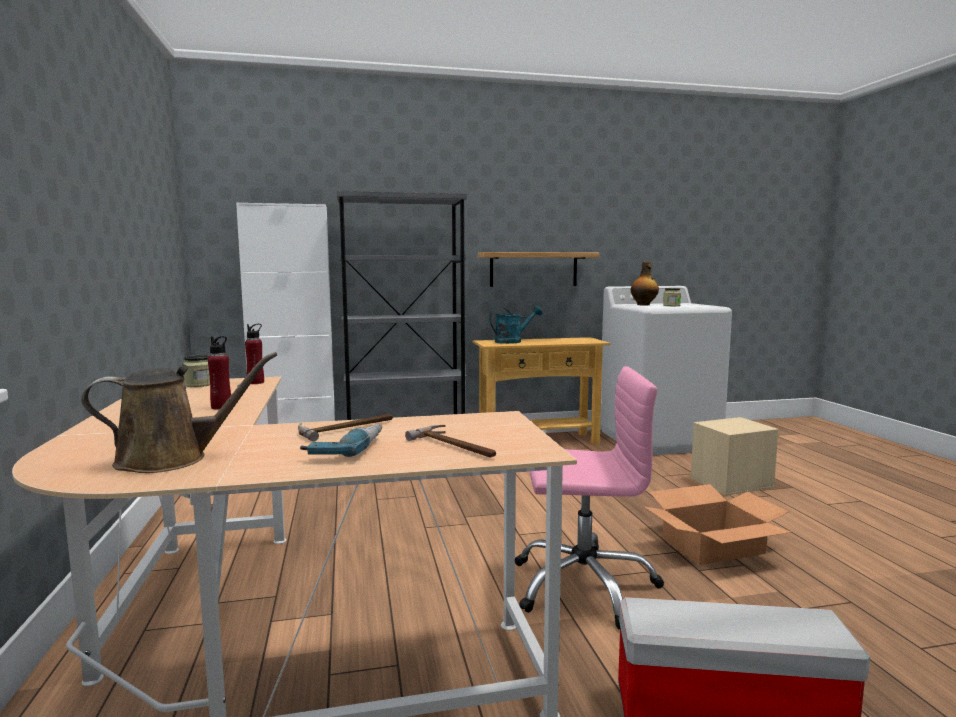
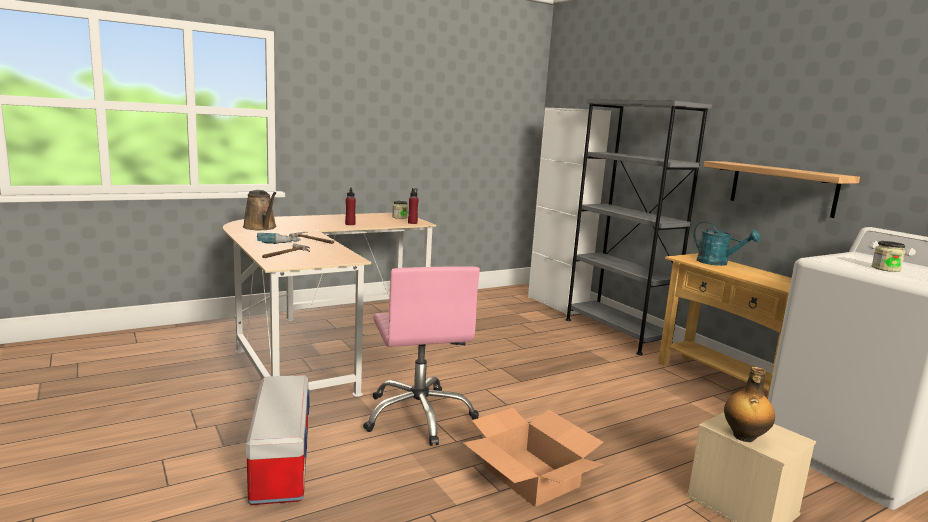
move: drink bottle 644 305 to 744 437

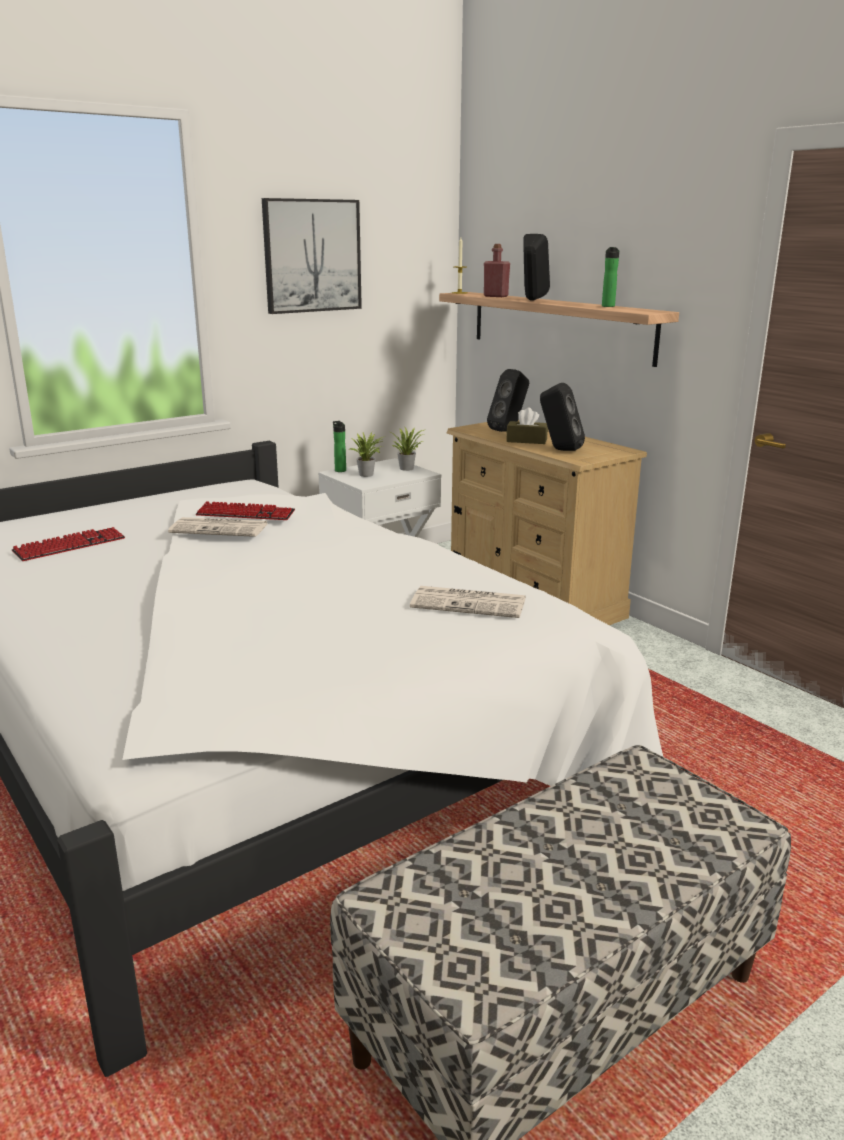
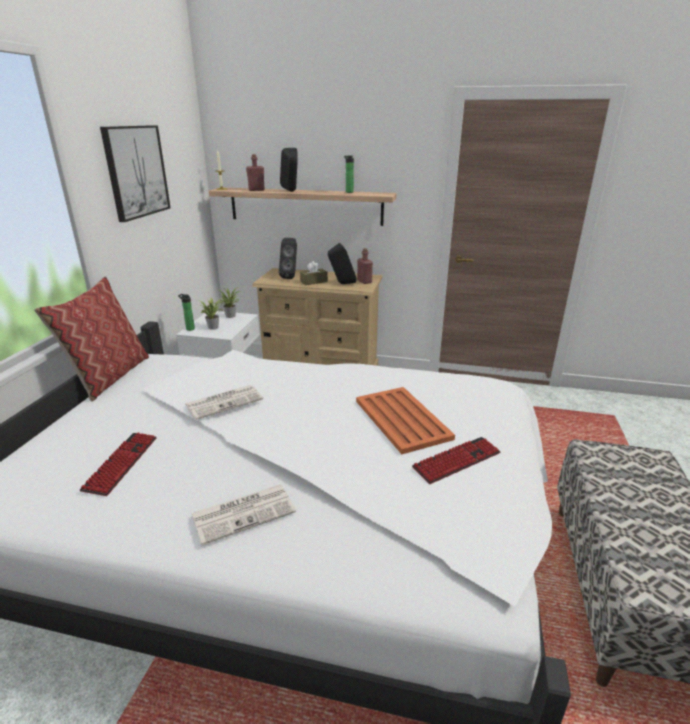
insert: drink bottle (reddish) 364 281; pillow 109 376; tray (orange-coloured) 402 419
move: keyboard 245 514 to 457 461; daily paper 470 603 to 244 512

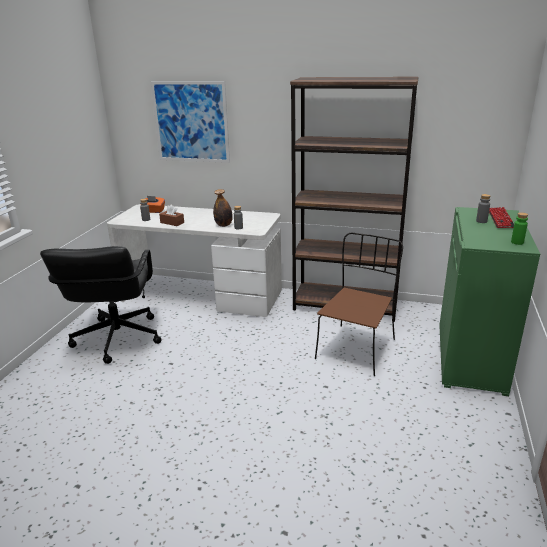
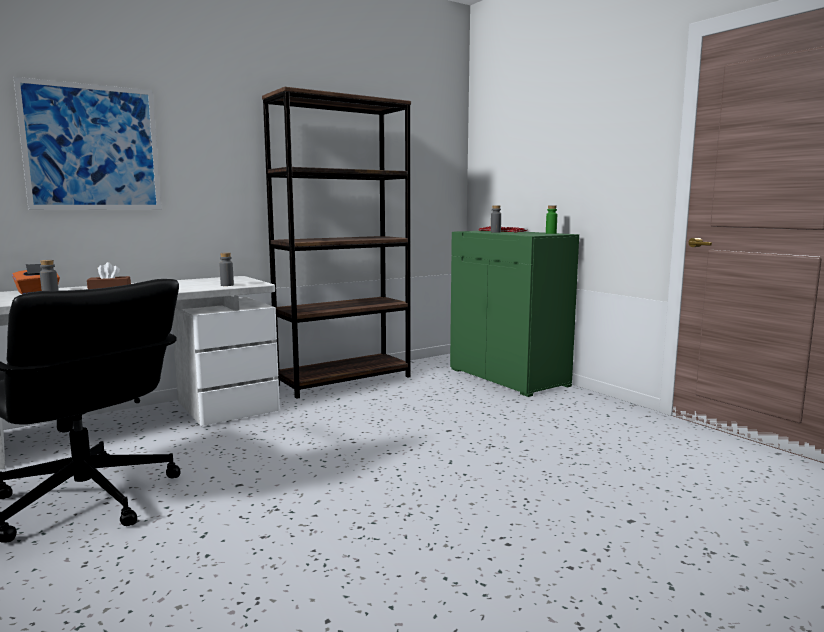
delete: drink bottle 223 225; plain chair (brownish) 356 348

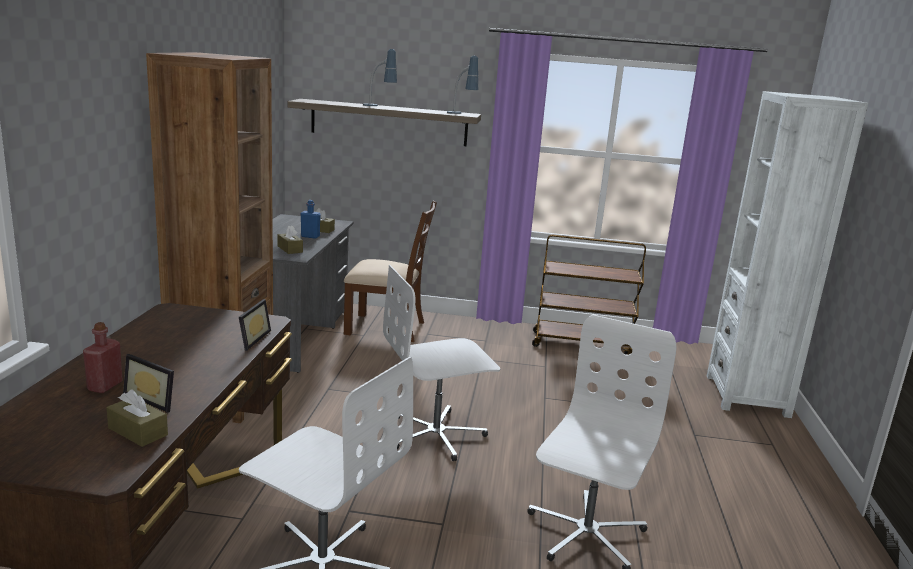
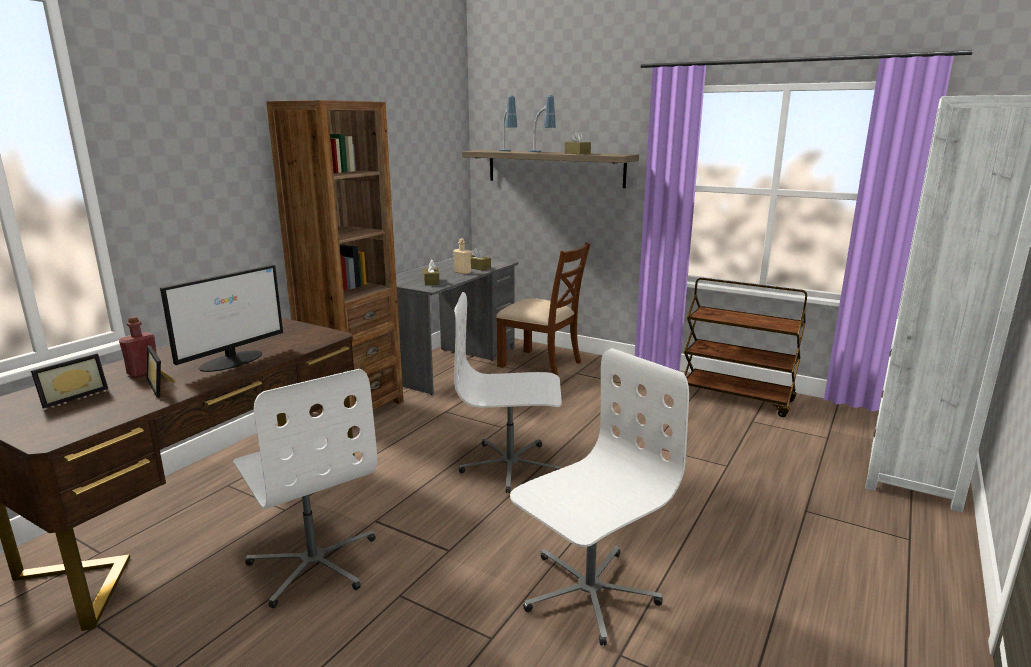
insert: computer screen 232 360
move: tabletop lamp 461 114 to 507 151; photo frame 250 339 to 72 396; tissue holder (brownish) 138 431 to 577 153
recolor: drink bottle (blue) 310 236 to drink bottle (beige-coloured) 462 272

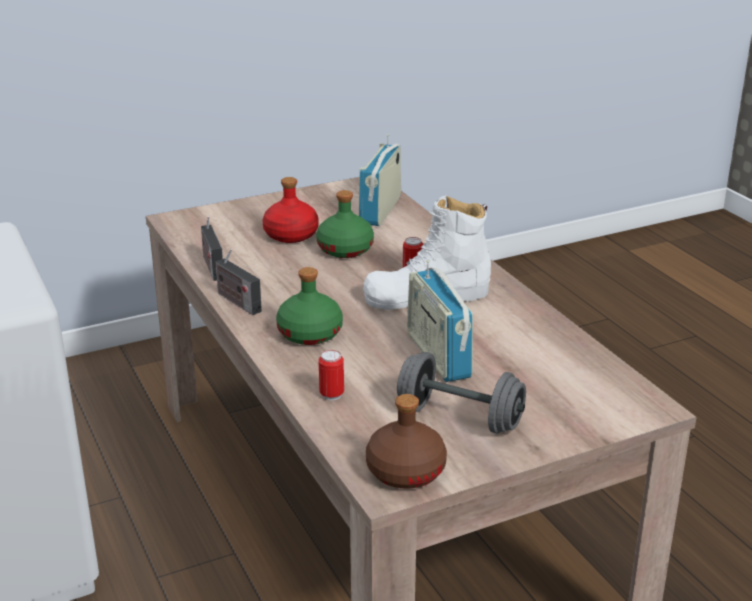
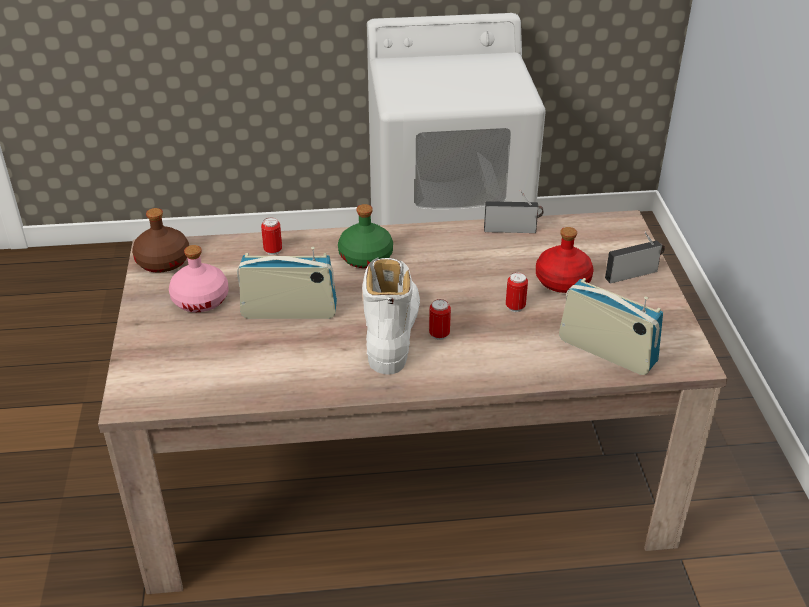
move: radio set 236 301 to 633 274
replace: drink bottle (greenish) 345 249 to can 515 307; free weight (gray) 460 417 to drink bottle (pinkish) 200 299

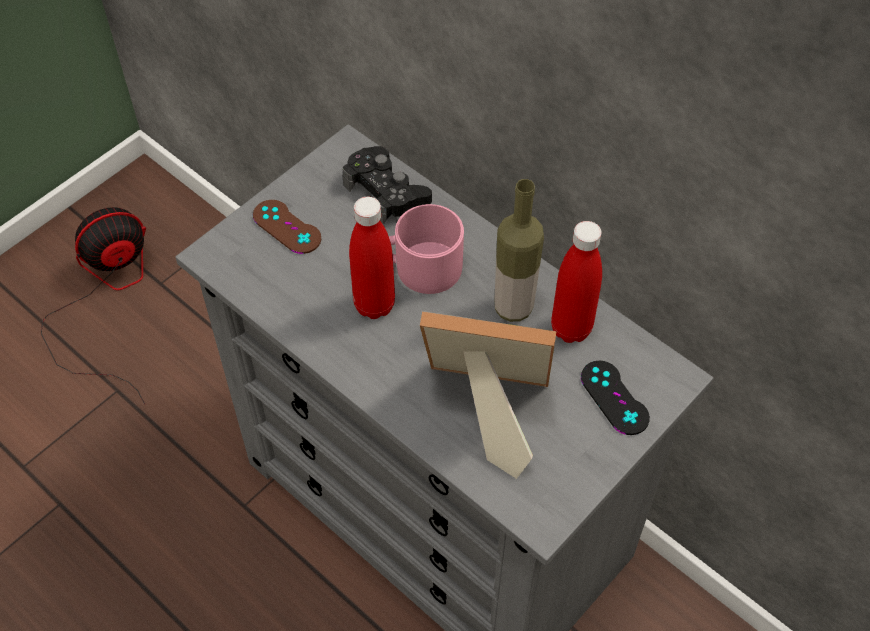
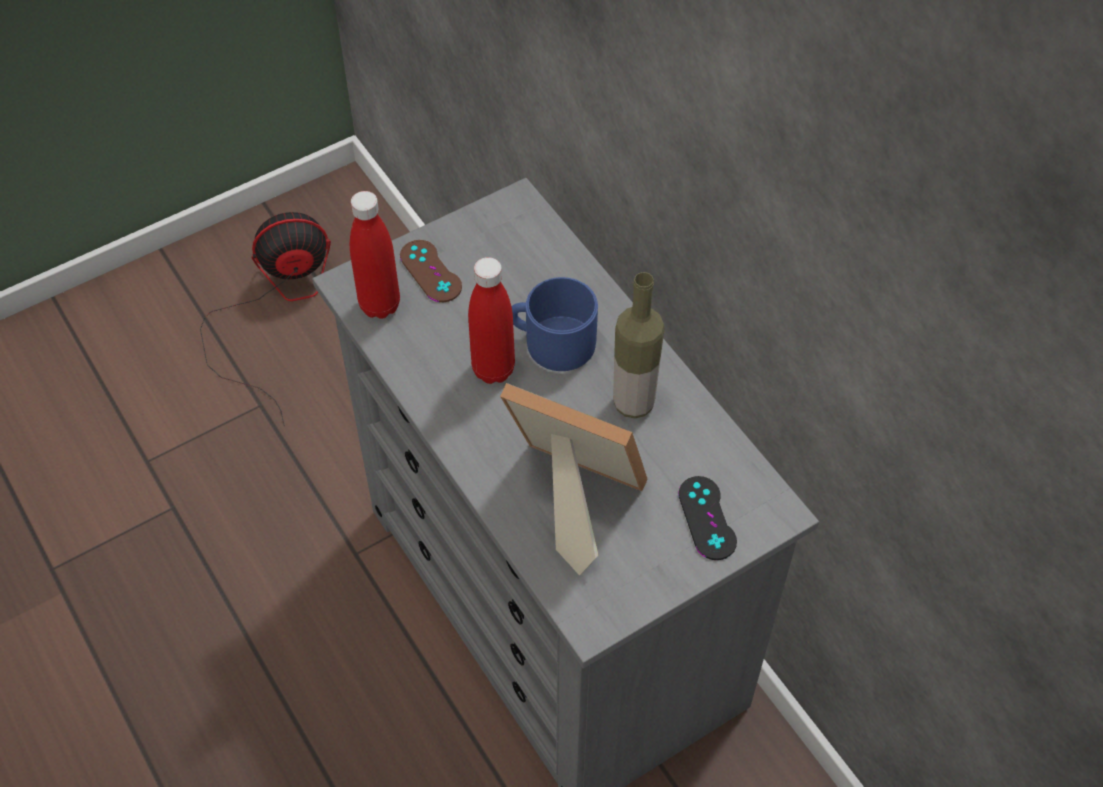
delete: gamepad (blackish) 386 191
move: drink bottle (reddish) 571 328 to 380 305
recolor: mug (pinkish) 420 267 to mug (blue) 552 341

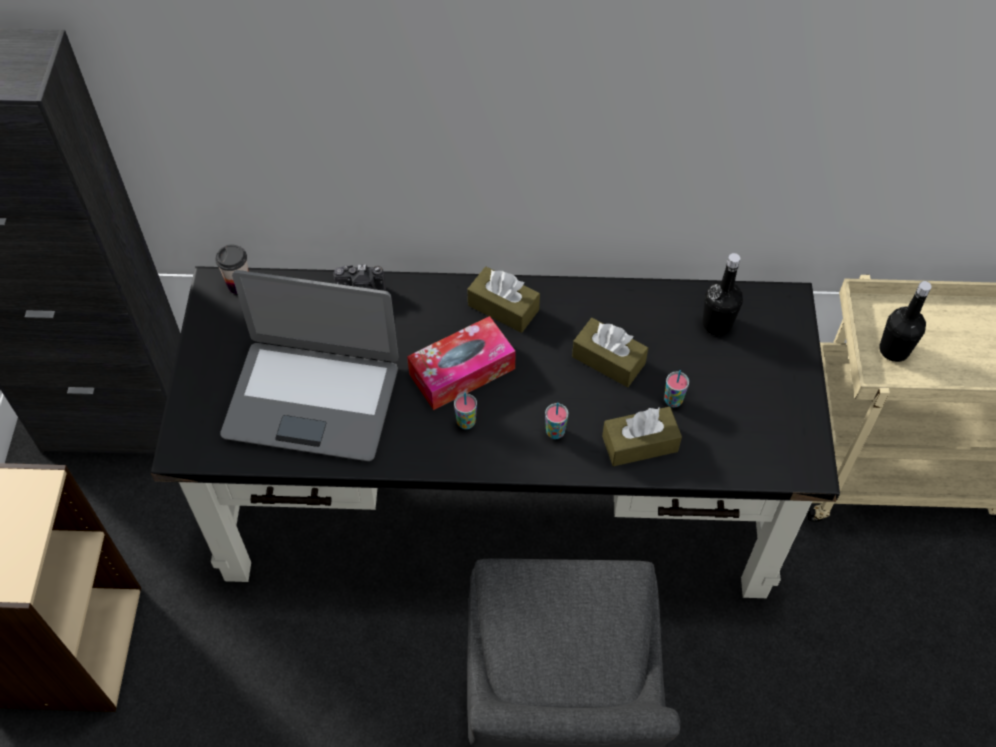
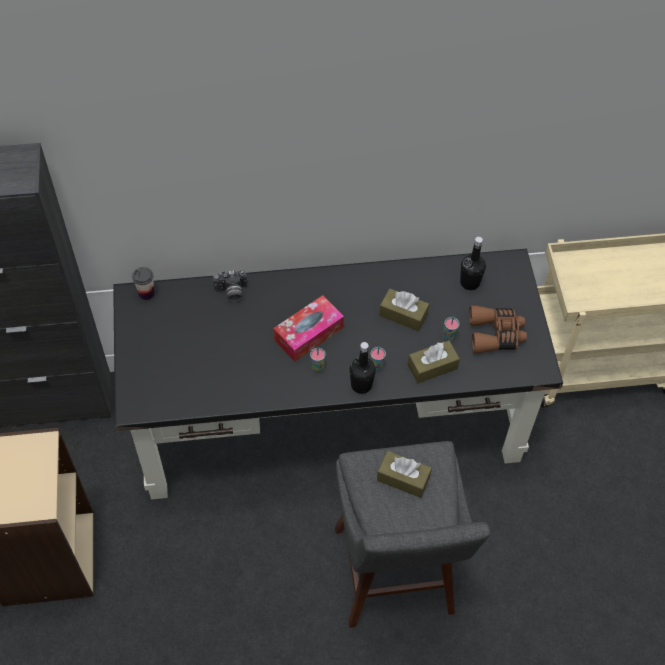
delete: laptop 312 399
insert: binoculars (brownish) 496 334
move: tissue holder (brownish) 503 307 to 403 478; drink bottle (blackish) 894 350 to 361 385

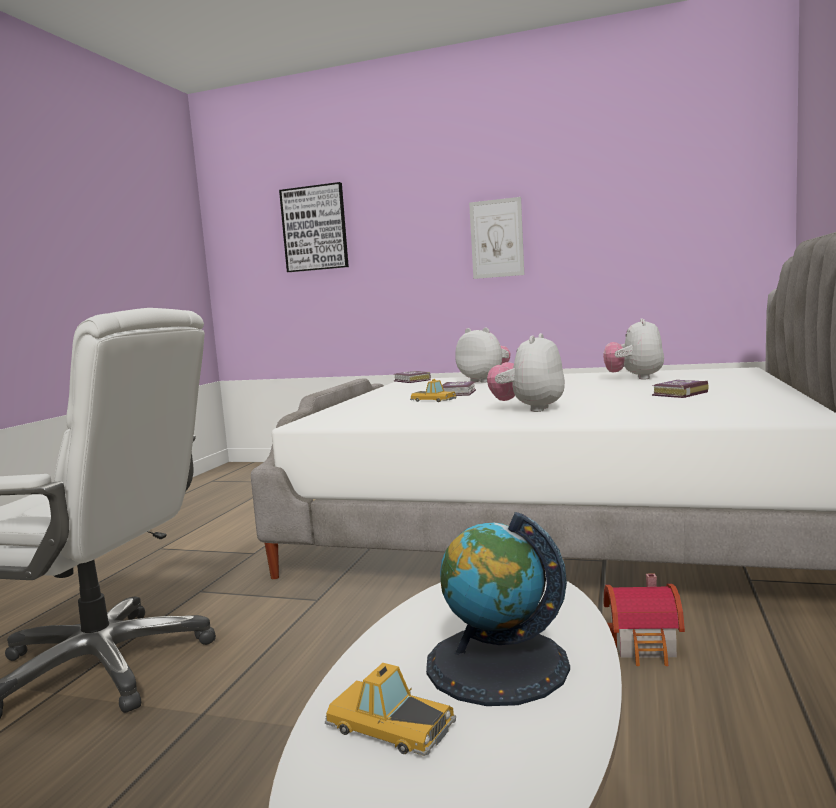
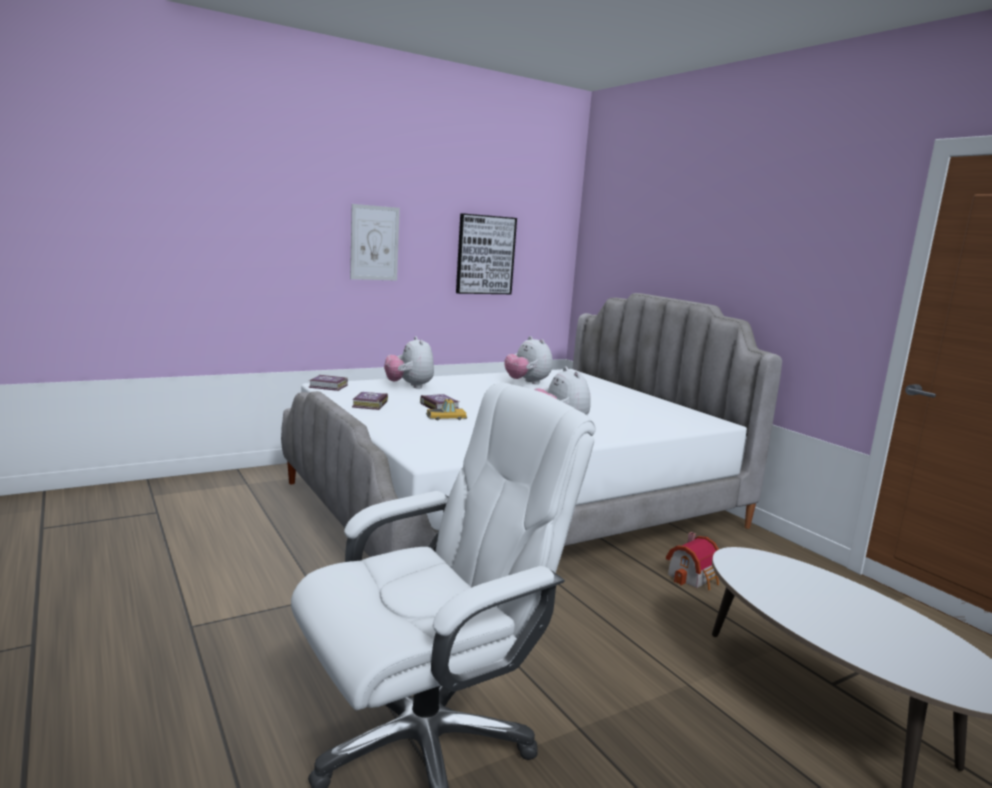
delete: globe 496 664; model car 389 724
move: wall art 315 228 to 485 255; bound book 678 394 to 369 404
rotate: plush toy 484 380 = 409 386 105 degrees counterclockwise

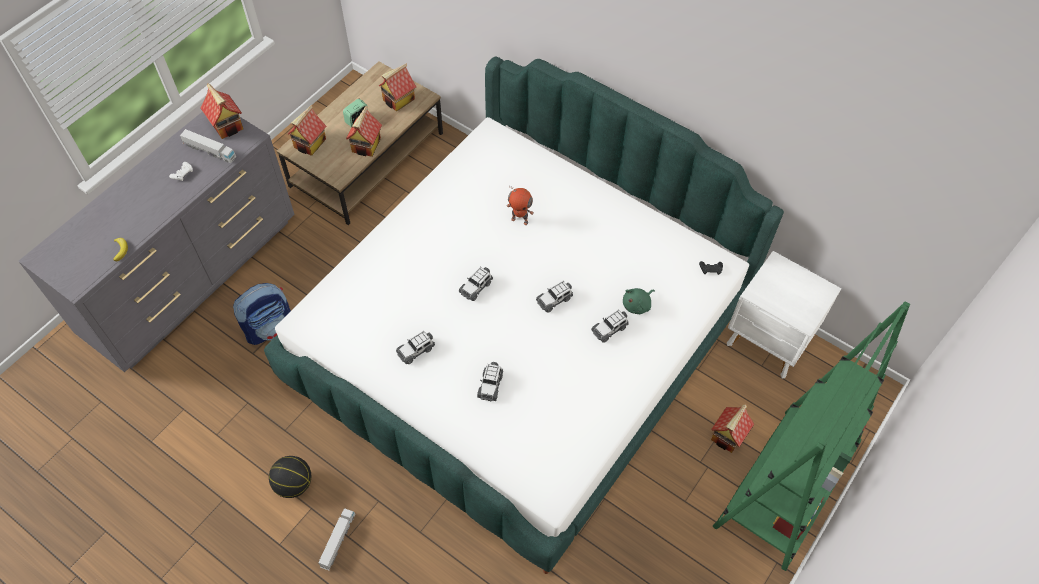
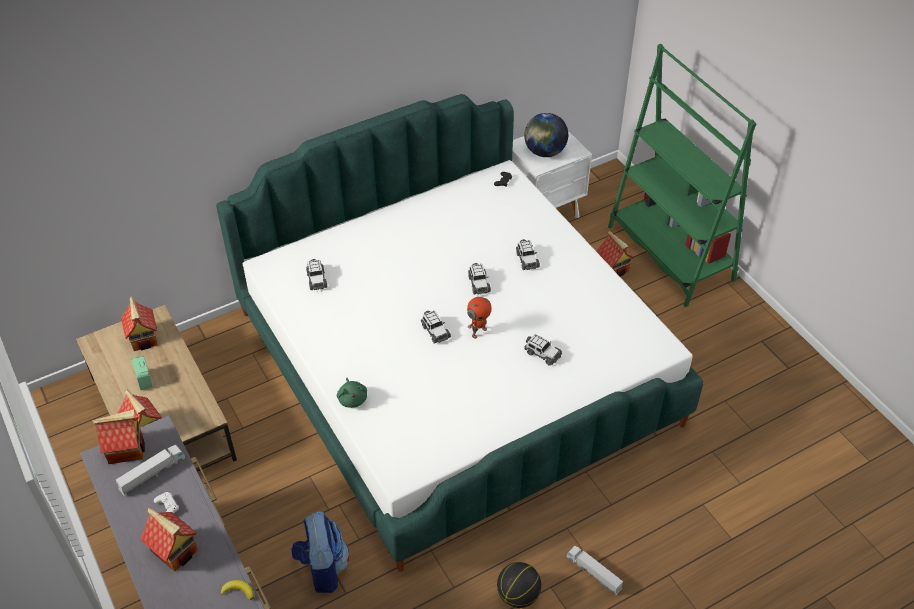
insert: globe 544 152
move: model house 366 145 to 175 550; toy robot 520 220 to 478 332; plush toy (greenish) 637 305 to 352 398; model car 416 350 to 316 279

